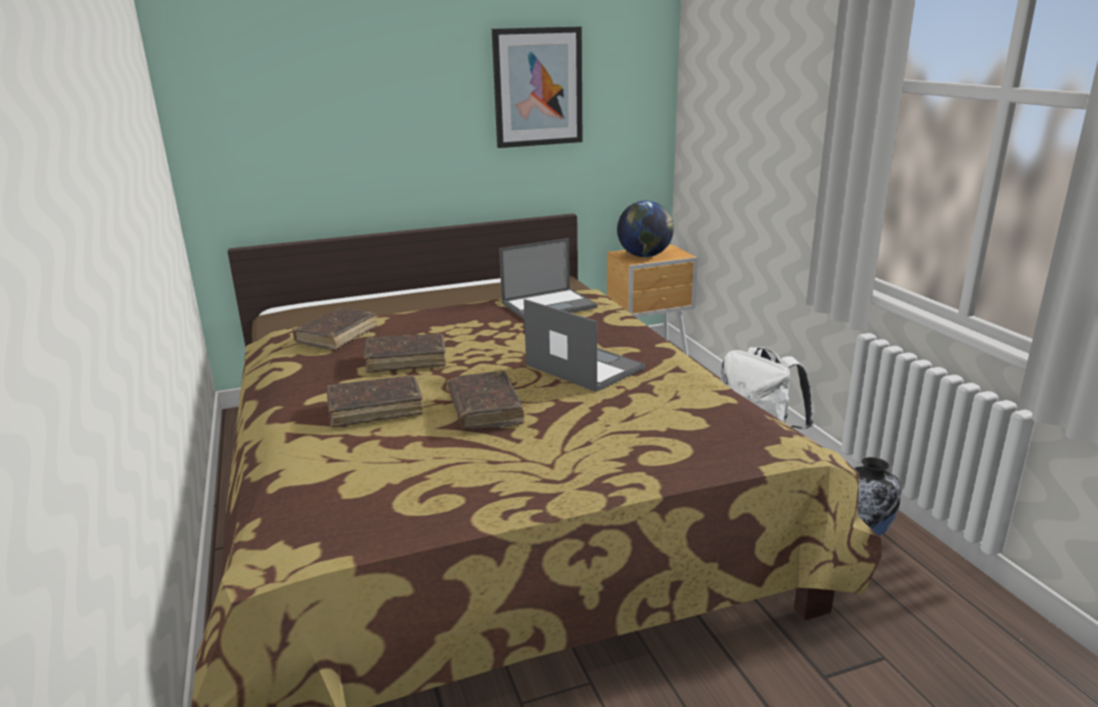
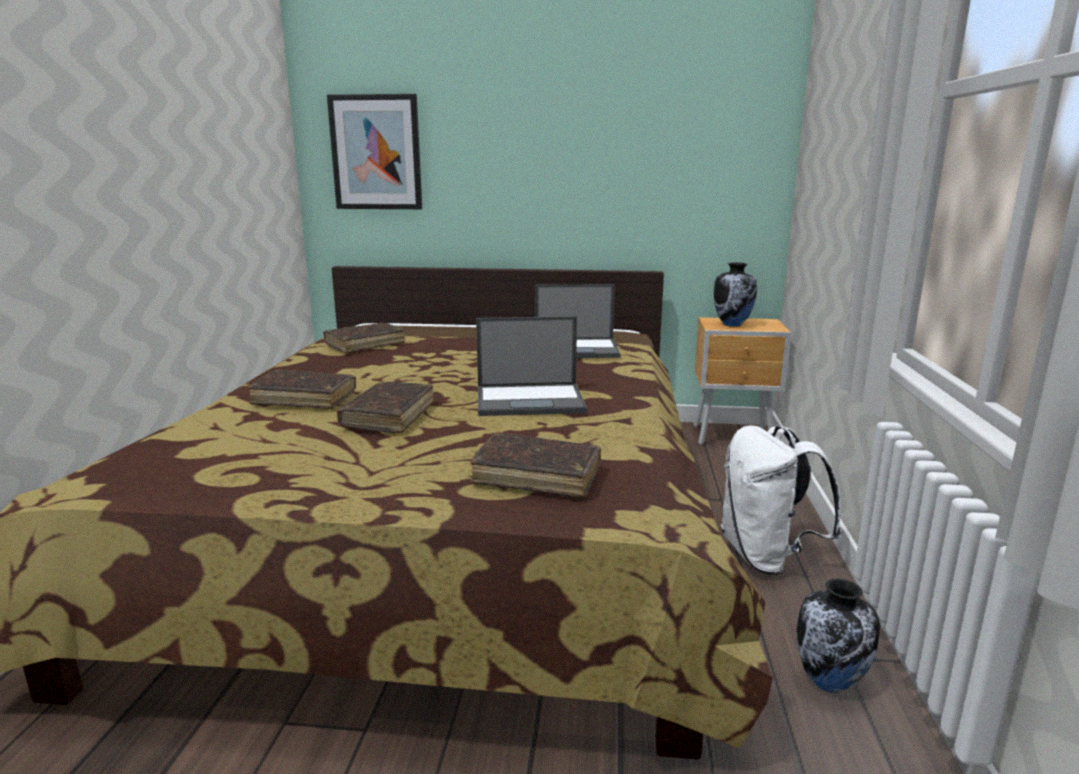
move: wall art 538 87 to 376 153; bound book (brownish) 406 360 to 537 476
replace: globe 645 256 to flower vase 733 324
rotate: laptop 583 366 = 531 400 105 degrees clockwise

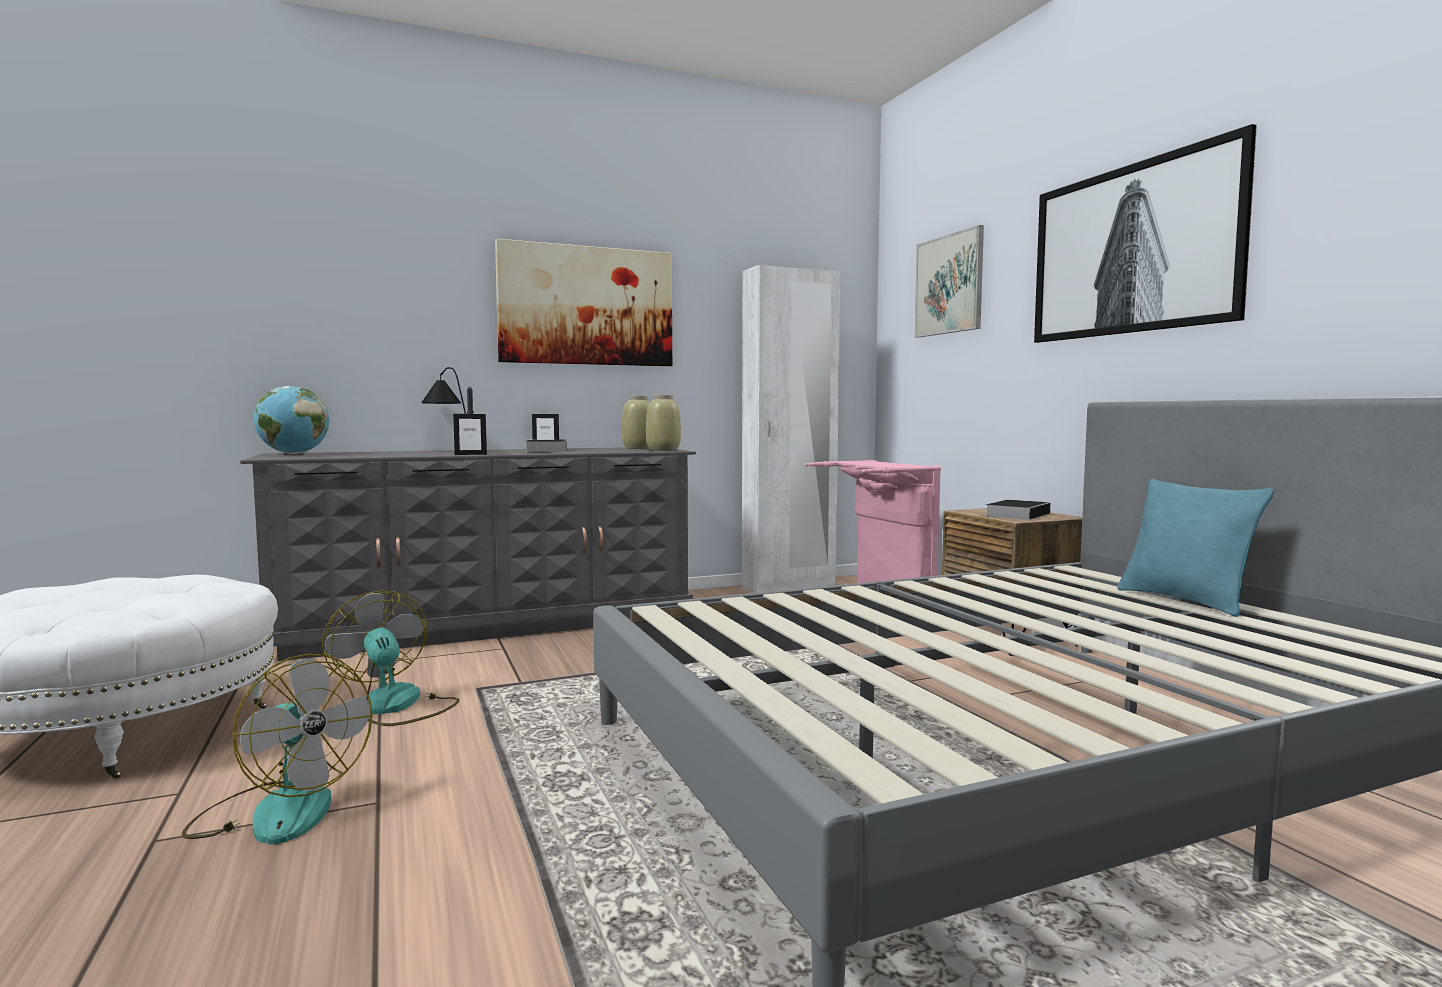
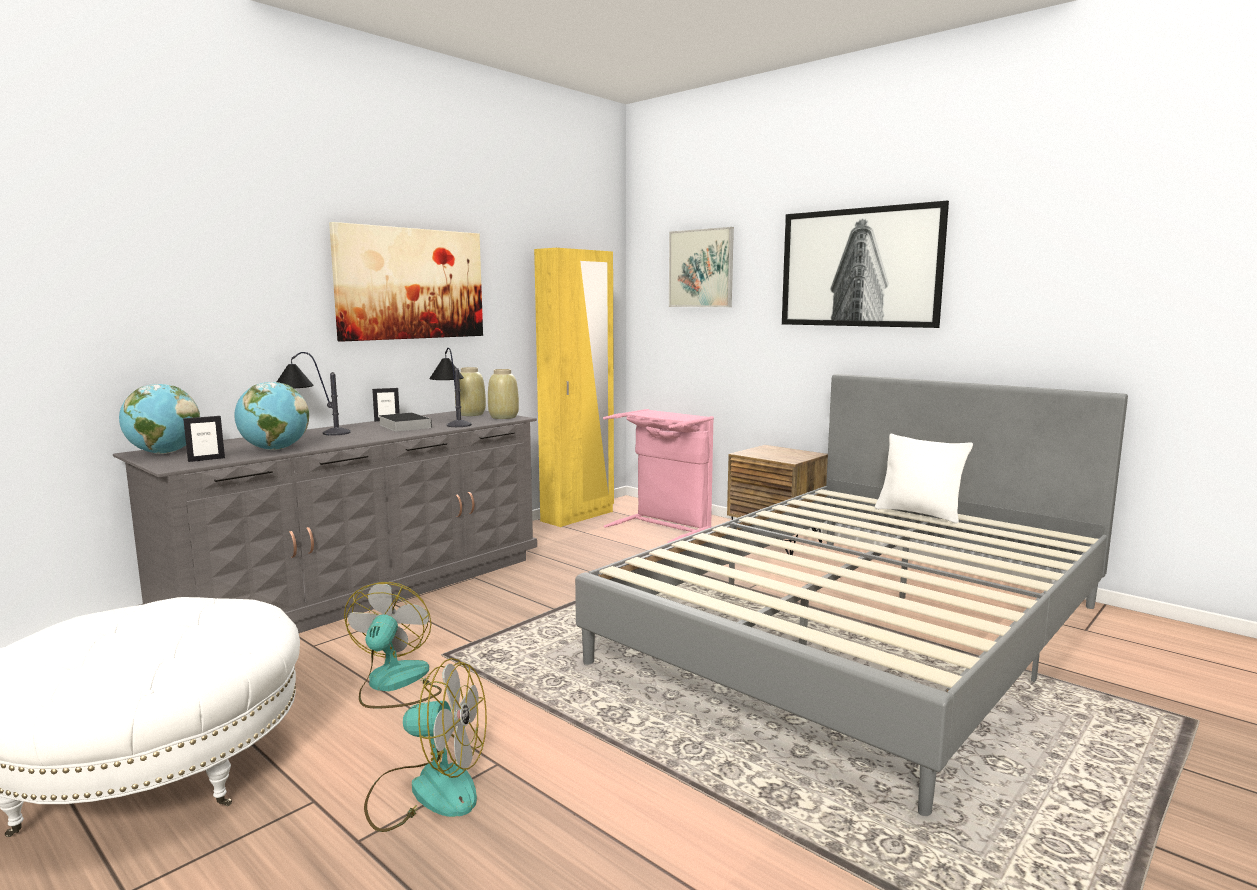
delete: bound book 1018 514
insert: tabletop lamp 452 421; globe 274 449
move: photo frame 470 454 to 206 459
recolor: armoire (white-coloured) 789 587 to armoire (yellow-coloured) 578 516; pillow (turquoise) 1185 601 to pillow (white-coloured) 919 513
rotate: electric fan 396 707 = 394 685 60 degrees clockwise

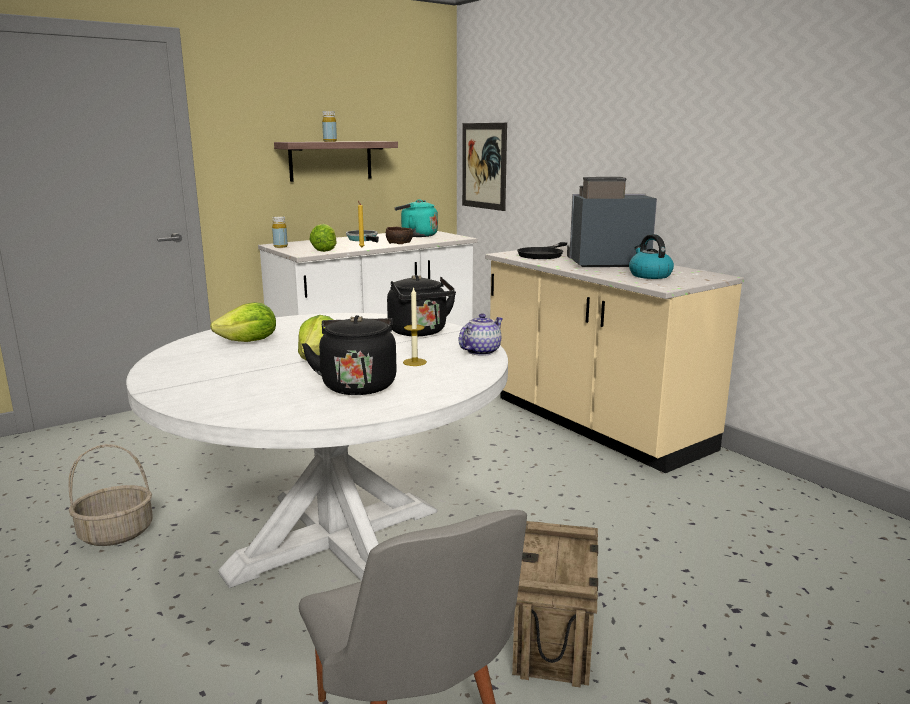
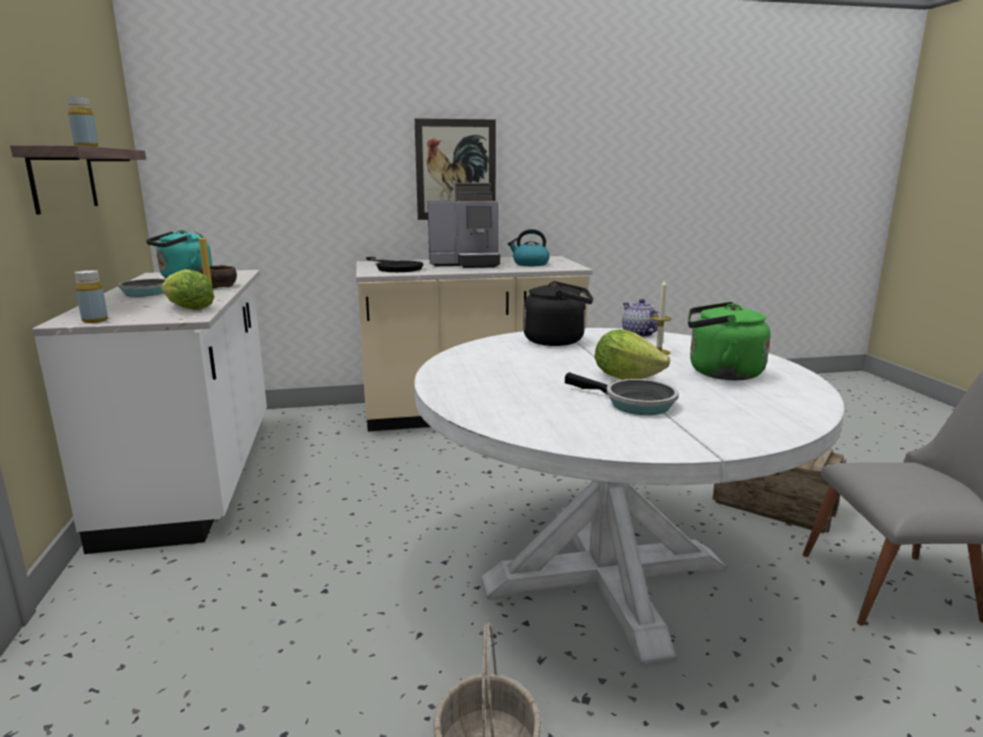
delete: head of lettuce 249 342
insert: skillet 633 403
move: wall art 484 166 to 456 170
recolor: tea kettle (blackish) 358 385 to tea kettle (greenish) 720 373
rotate: coffee maker 604 263 = 466 264 120 degrees counterclockwise

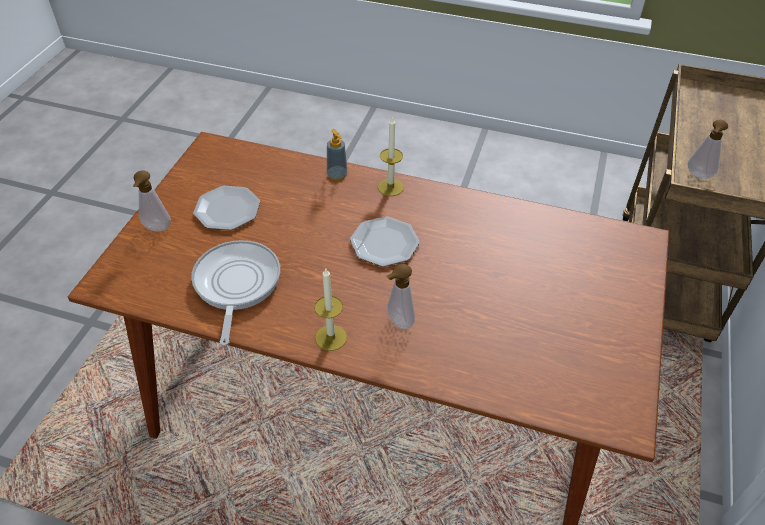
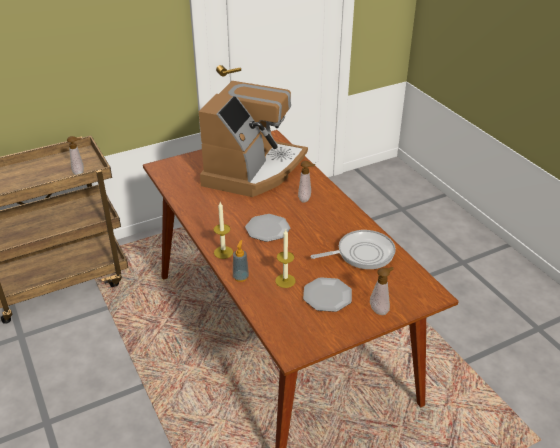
insert: coffee maker 253 170
move: candle 331 337 to 285 281
rotate: skillet 236 285 = 362 253 150 degrees counterclockwise

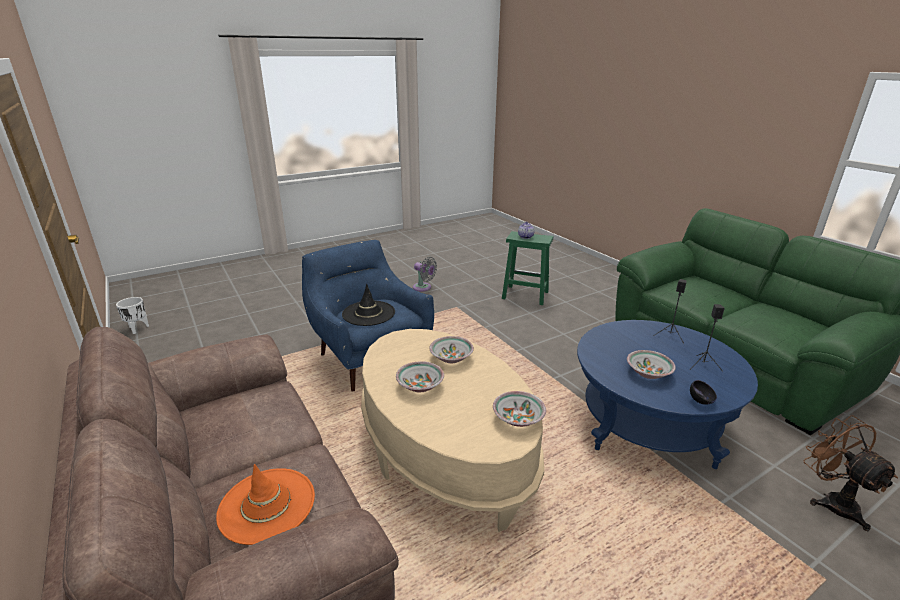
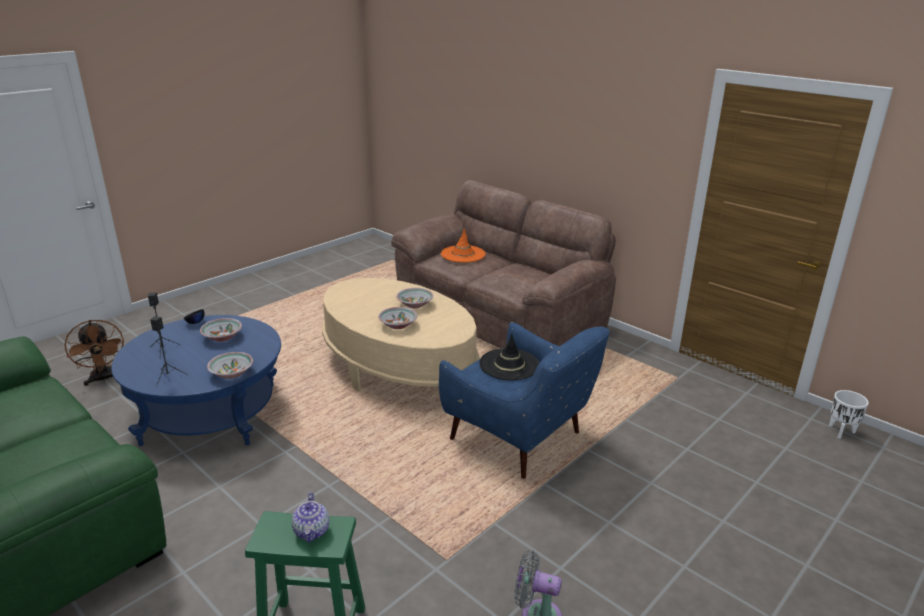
move: deep dish 518 419 to 232 373

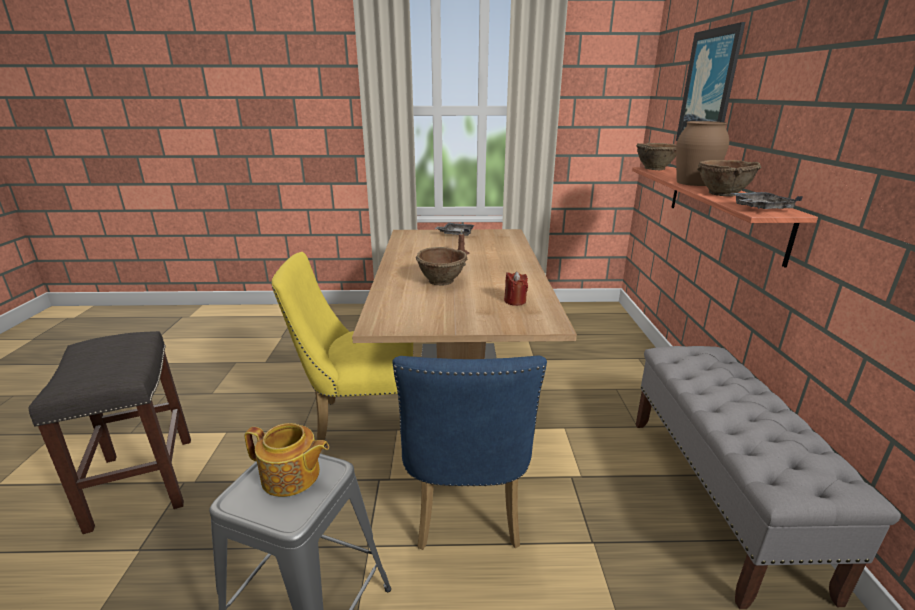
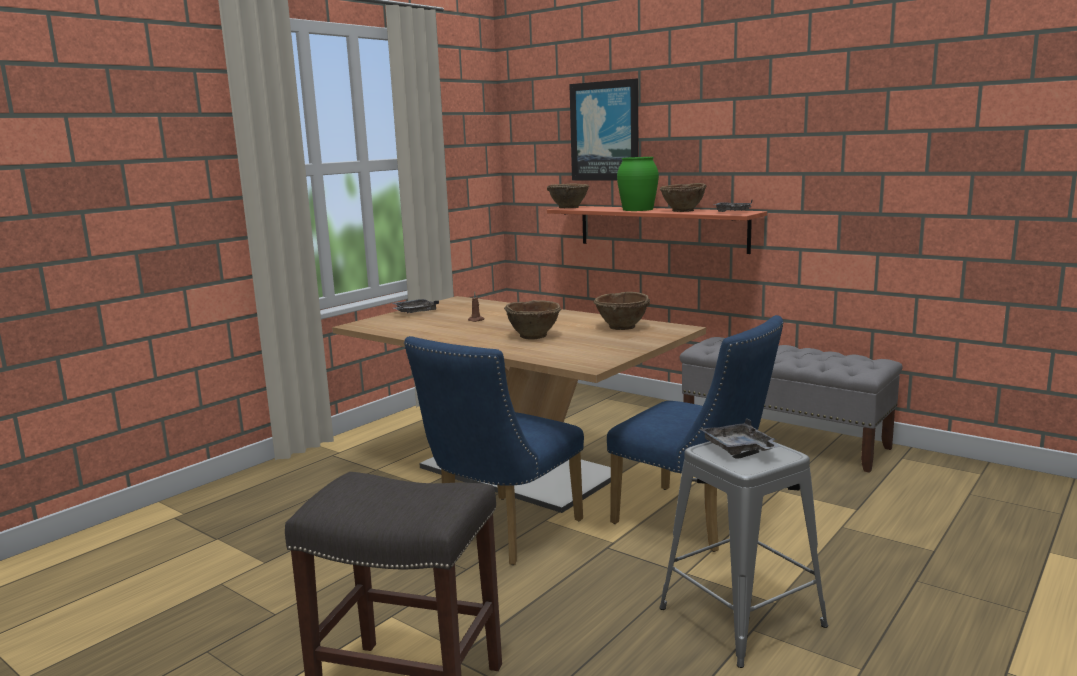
replace: candle (reddish) 515 301 to deep dish (brownish) 622 327; pot for tea 291 476 to tray (gray) 739 449
recolor: flower vase (brownish) 694 182 to flower vase (greenish) 637 209; plain chair (yellow-coloured) 359 421 to plain chair (blue) 501 534

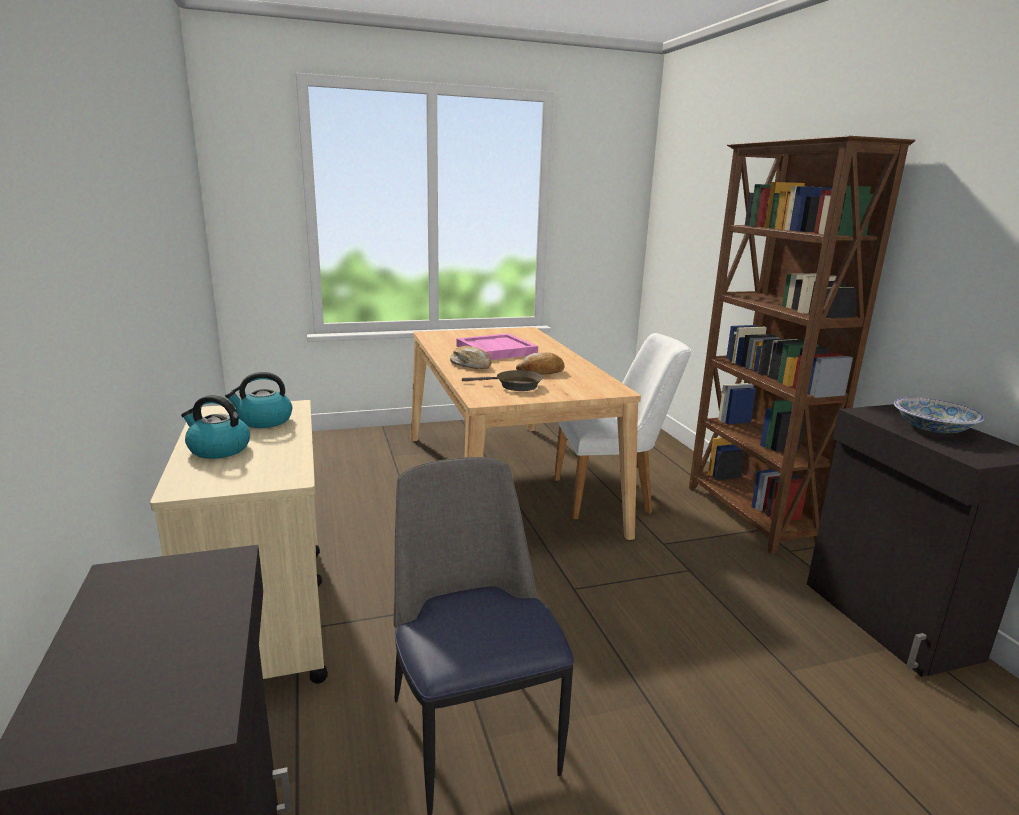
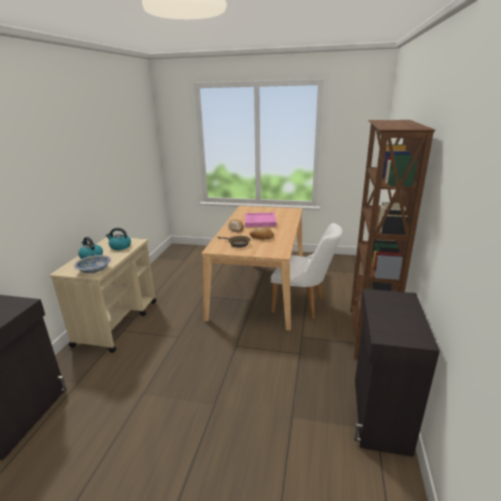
delete: plain chair 473 730
move: deep dish 932 429 to 94 270

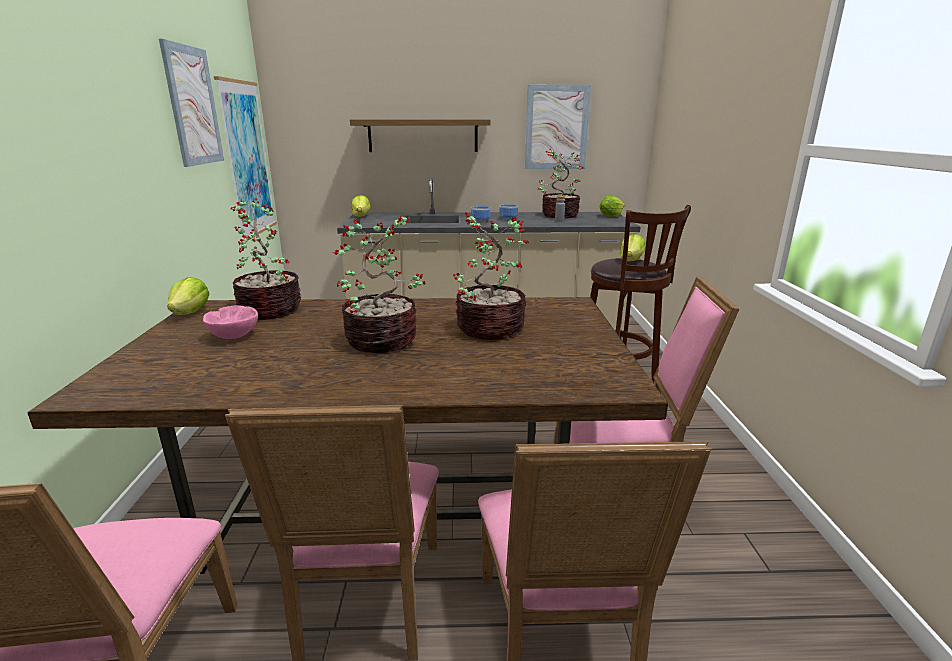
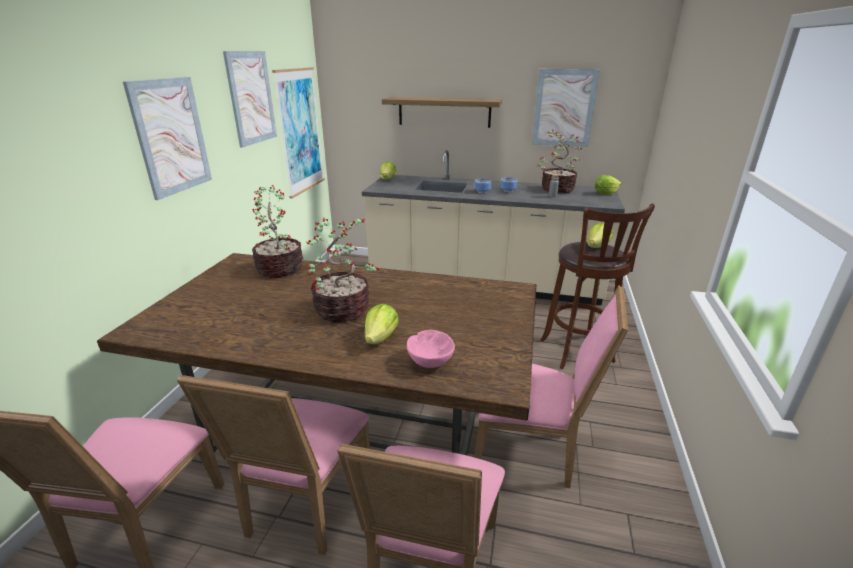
delete: potted plant 488 329
insert: wall art 171 136
move: head of lettuce 191 312 to 381 338; deep dish (pinkish) 234 336 to 429 361

